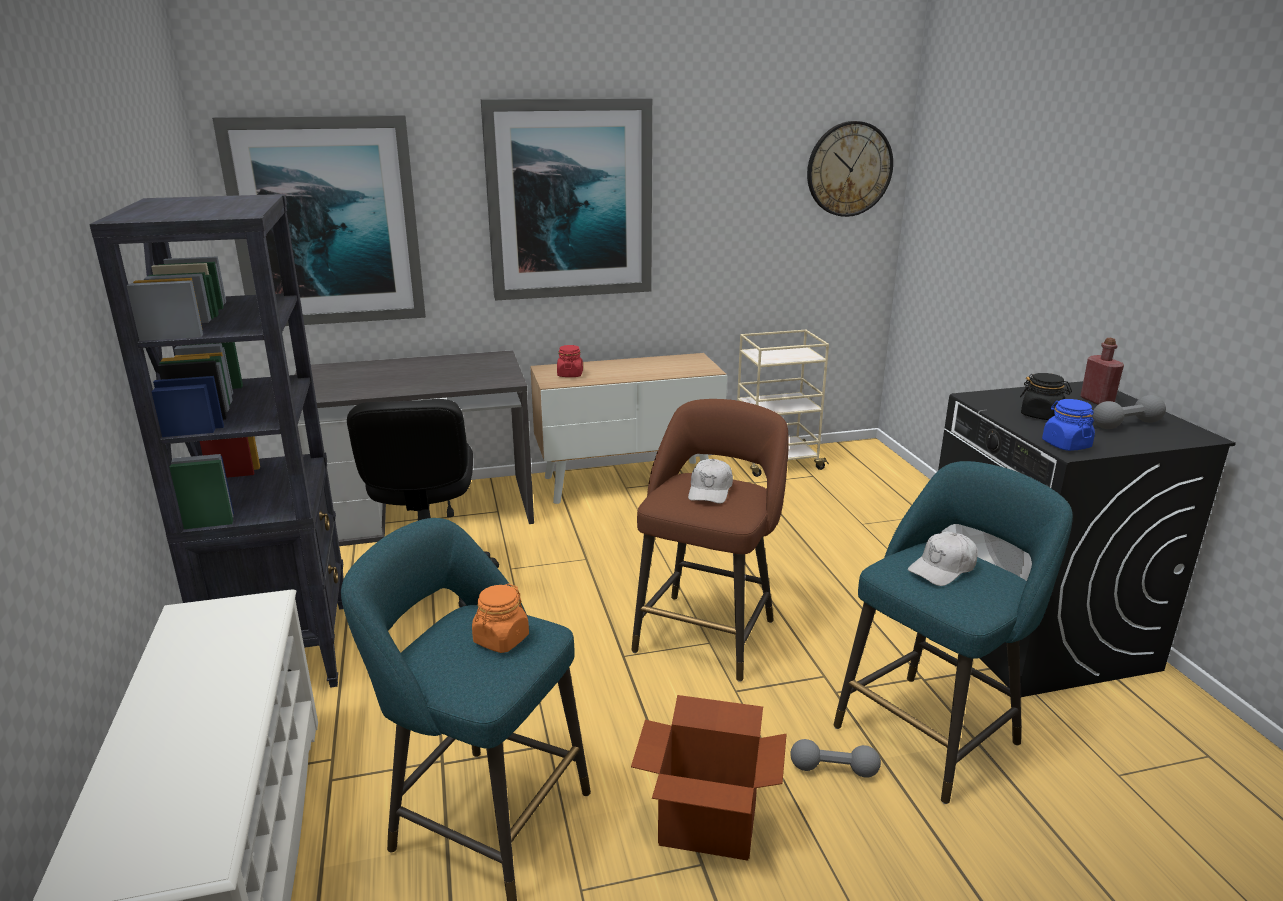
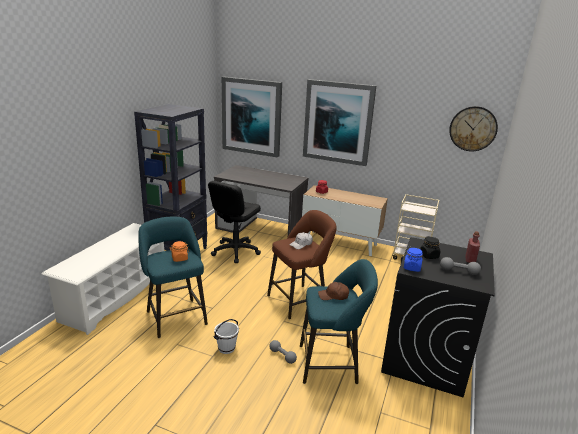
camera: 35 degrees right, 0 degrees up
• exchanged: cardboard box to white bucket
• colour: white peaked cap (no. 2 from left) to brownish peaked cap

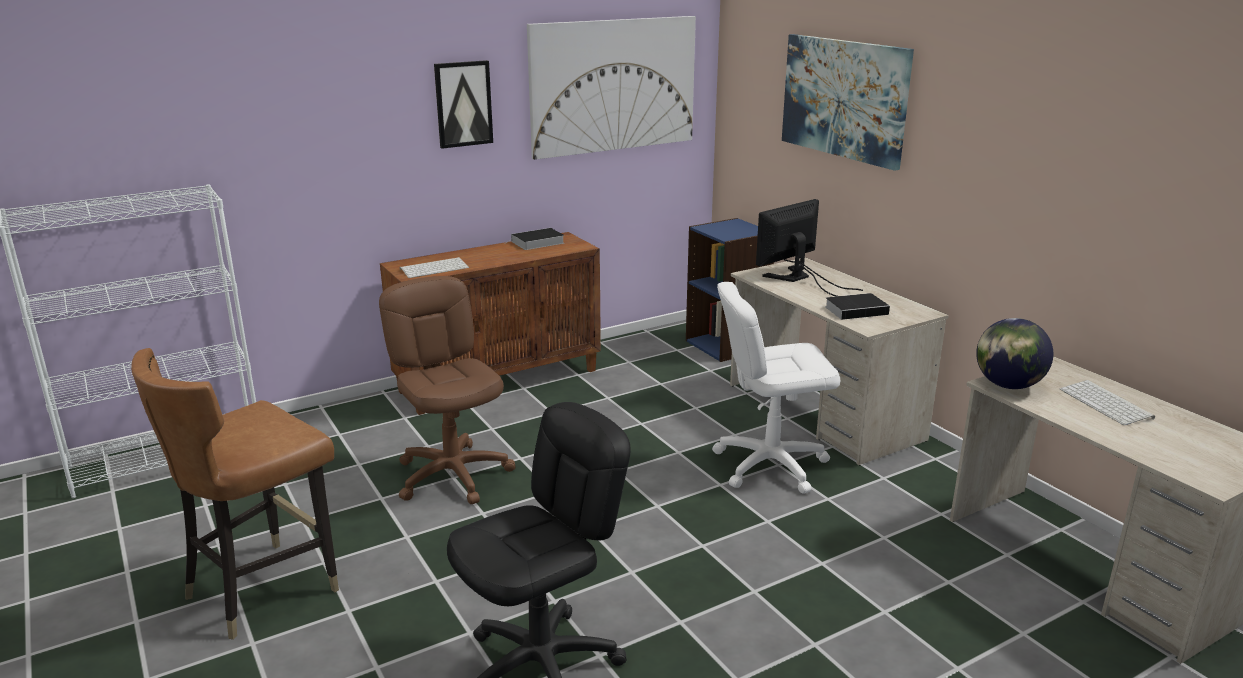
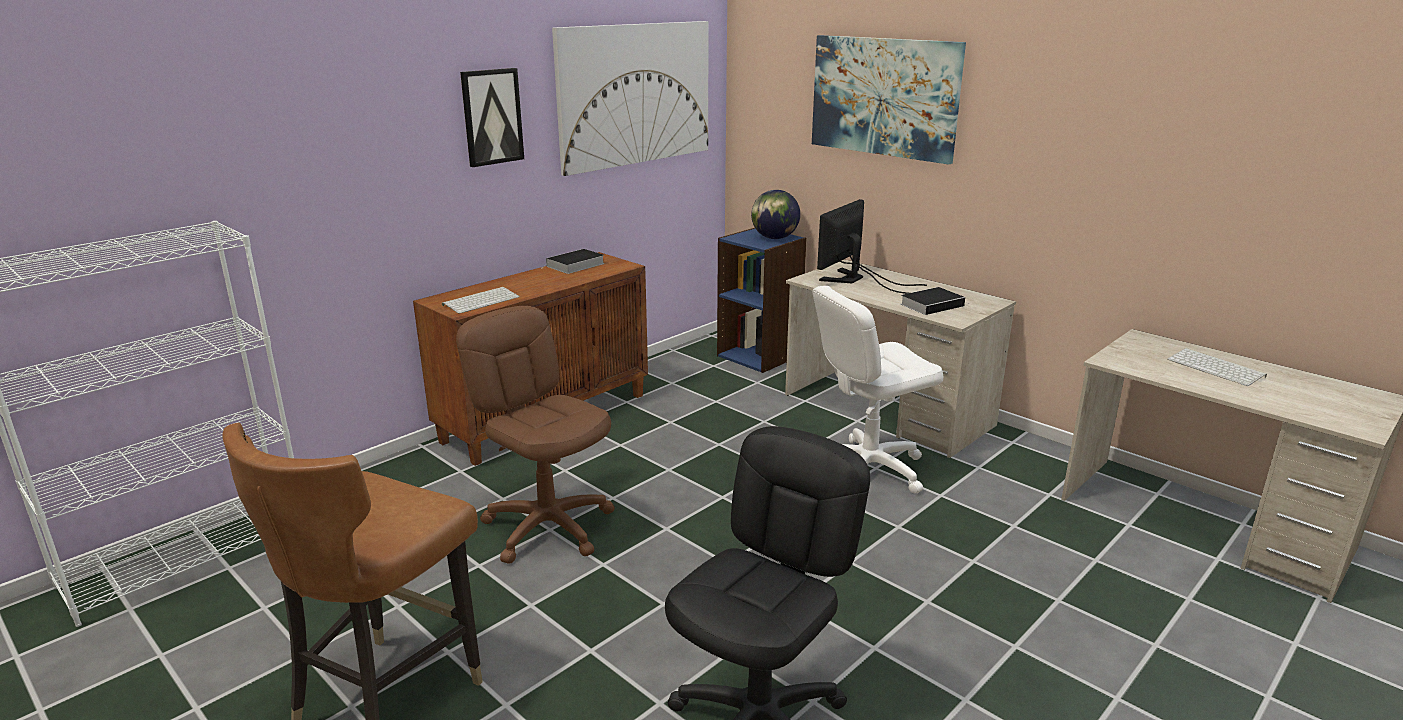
camera: 15 degrees left, 0 degrees up
• relocated: globe

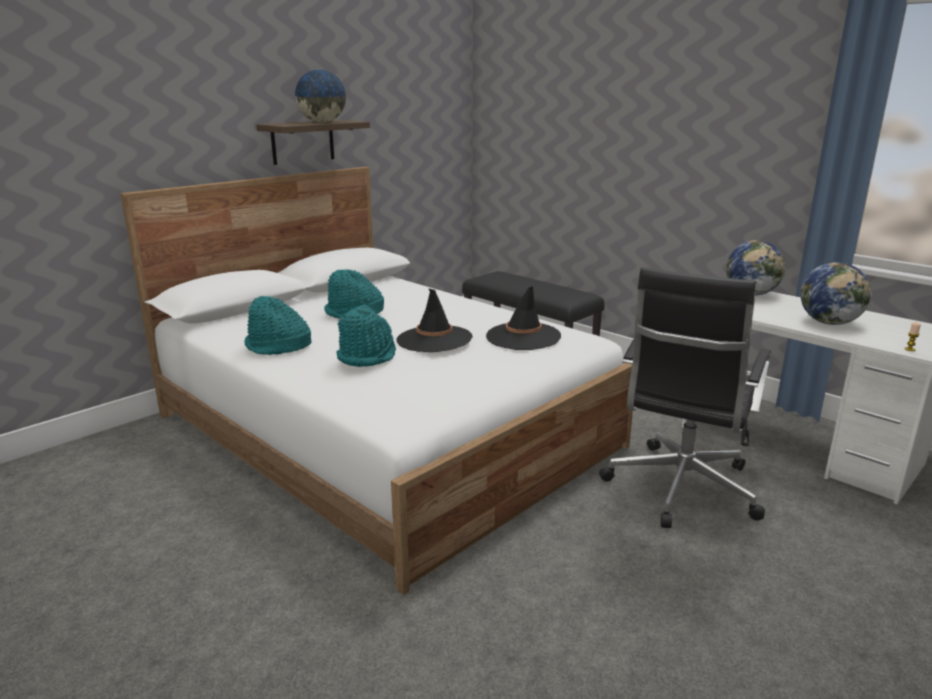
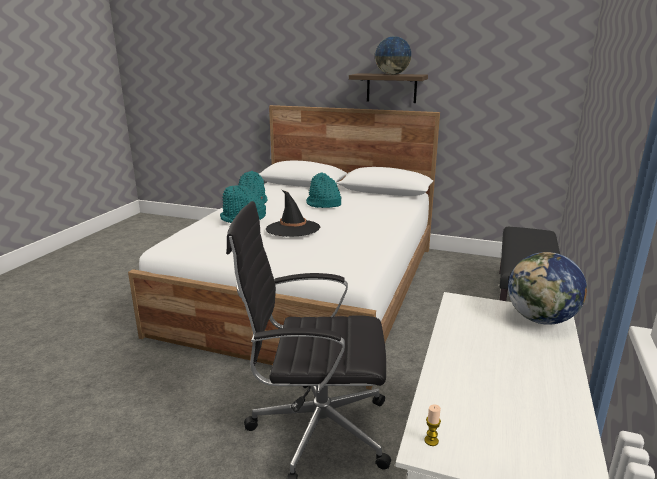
camera: 65 degrees right, 0 degrees up
• missing: black hat (no. 2 from left)
• missing: globe (no. 3 from left)

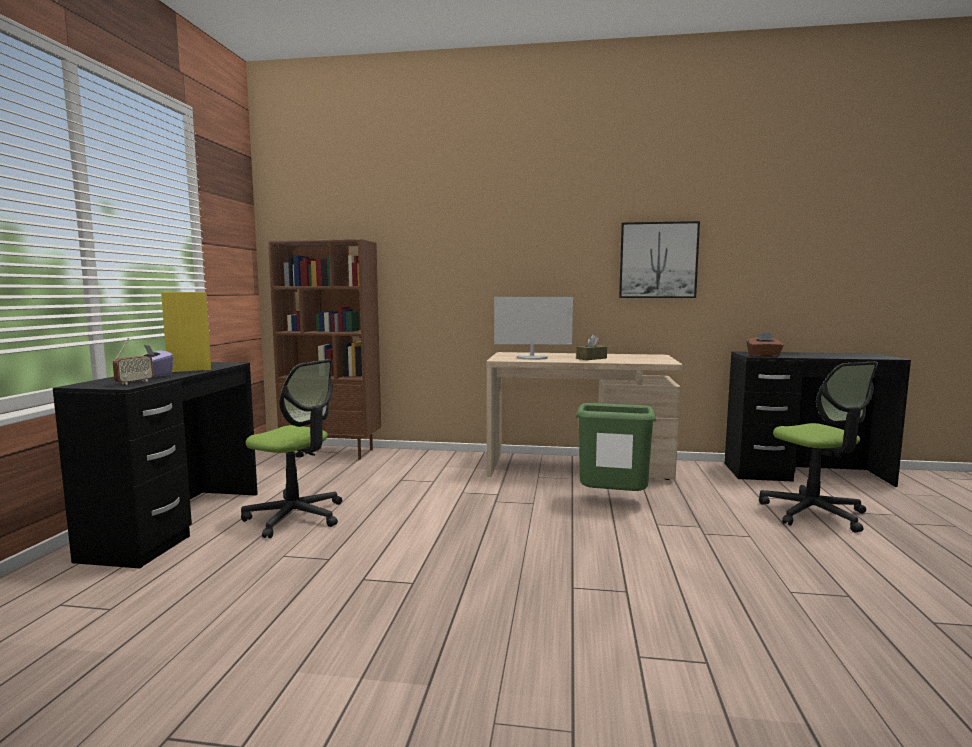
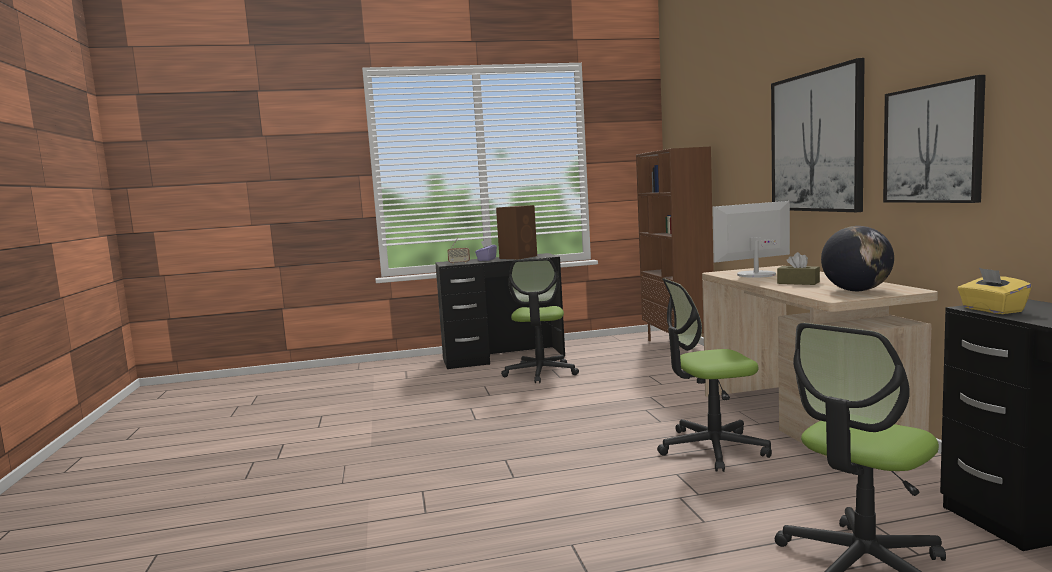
camera: 70 degrees right, 0 degrees up
• colour: yellow audio speaker to brownish audio speaker
• exchanged: green rubbish bin to office chair (no. 2 from left)
• spun: computer display 90 degrees clockwise
• appeared: picture (no. 1 from left)
• appeared: globe
• colour: brownish tissue box (no. 2 from left) to yellow tissue box

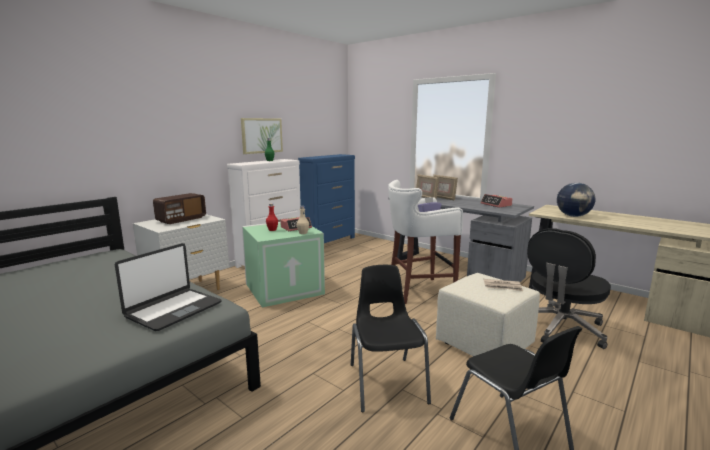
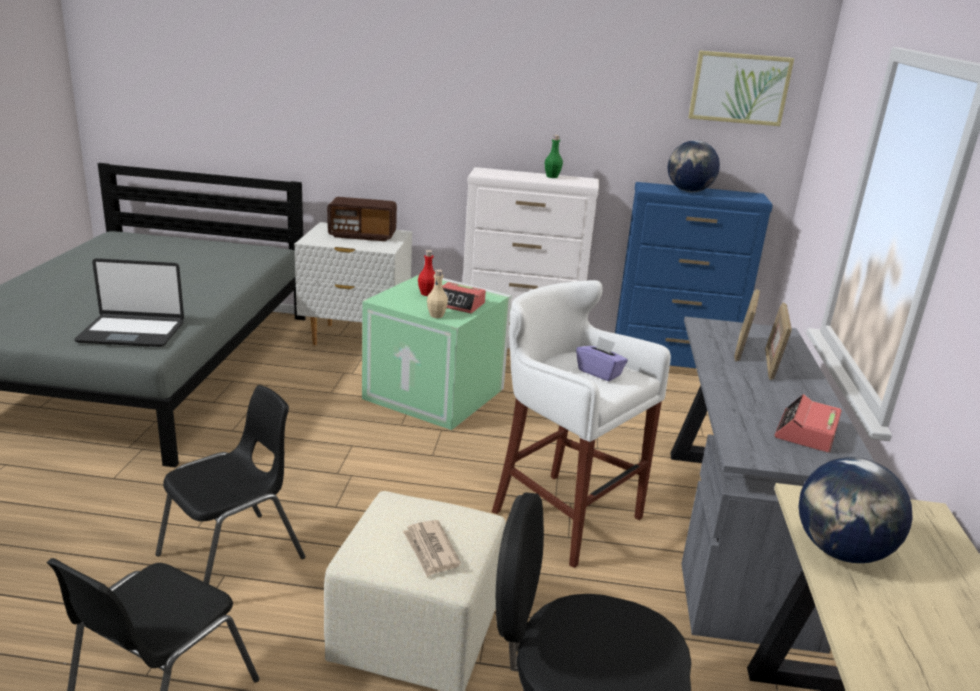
camera: 55 degrees right, 10 degrees up
• appeared: globe (no. 1 from left)
• relocated: picture

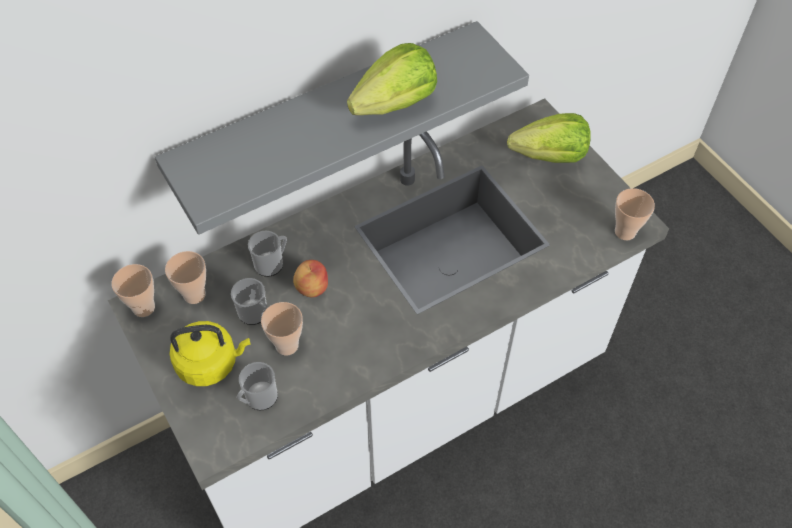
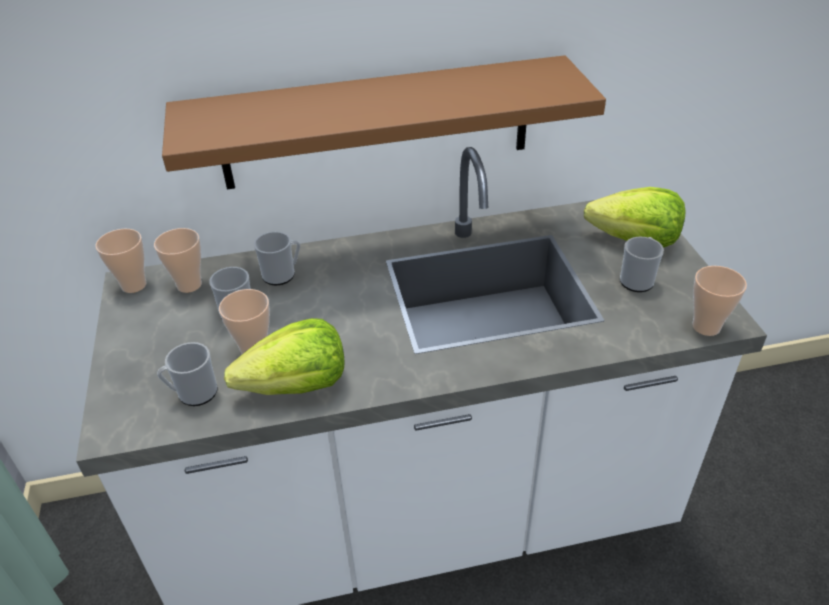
camera: 20 degrees right, 15 degrees down
• colour: grey wall shelf to brownish wall shelf
• relocated: lettuce (no. 1 from left)
• appeared: mug (no. 4 from left)
• missing: yellow kettle
• missing: apple

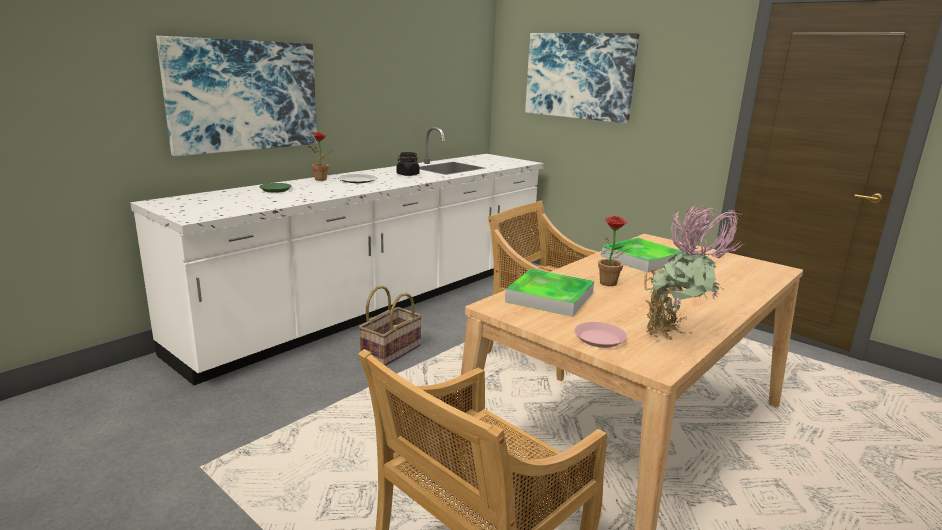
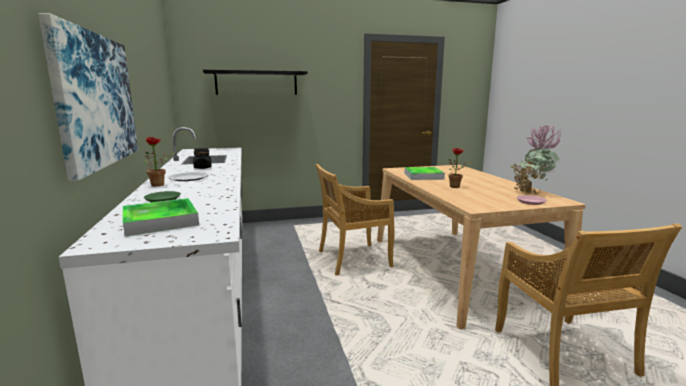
camera: 55 degrees left, 5 degrees down
• relocated: tray (no. 1 from left)
• exchanged: picture (no. 2 from left) to black wall shelf
• missing: storage basket

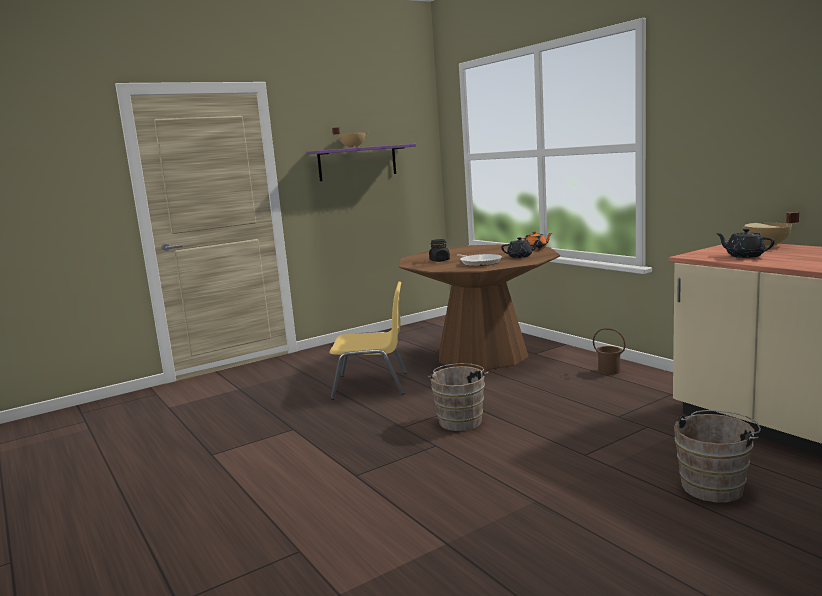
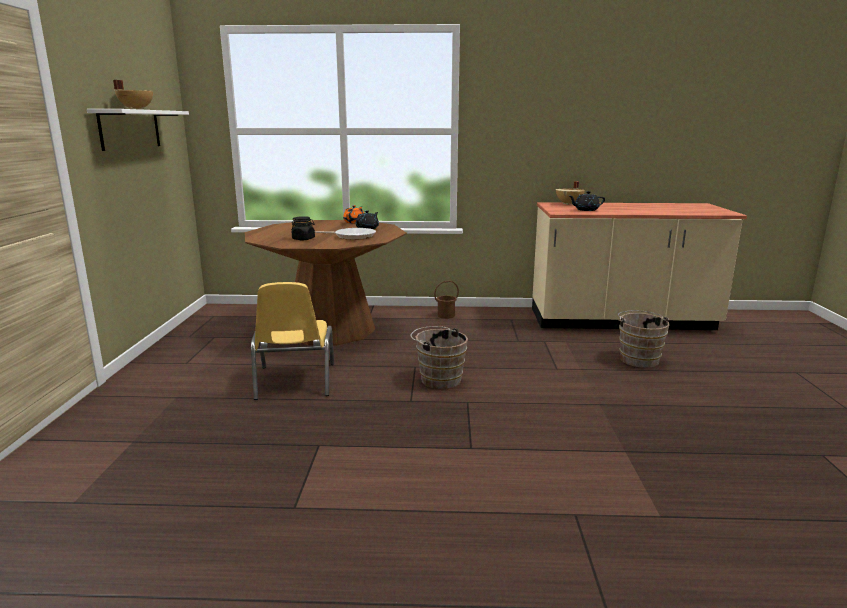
camera: 55 degrees left, 5 degrees up
• colour: purple-coloured wall shelf to white wall shelf
• spun: yellow plain chair 135 degrees clockwise

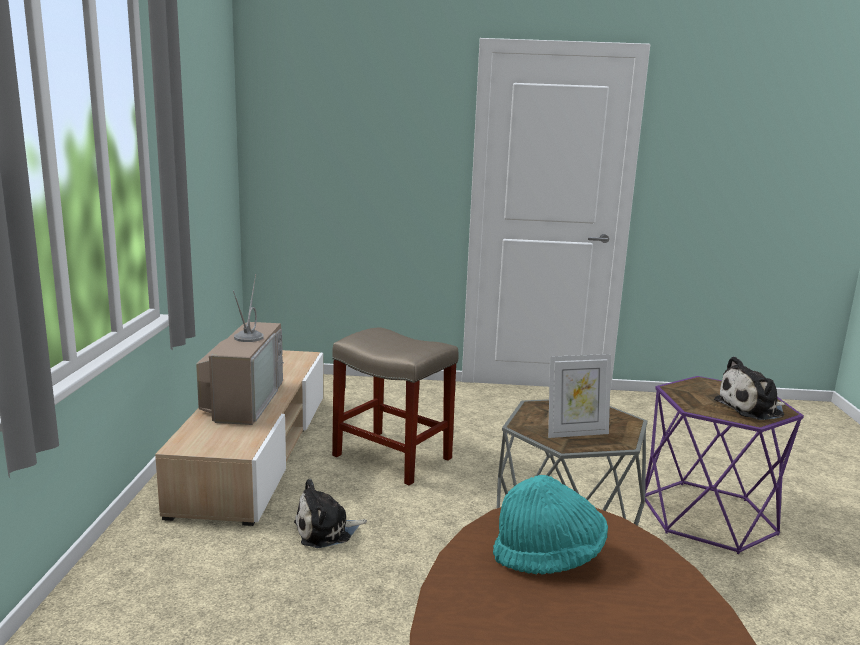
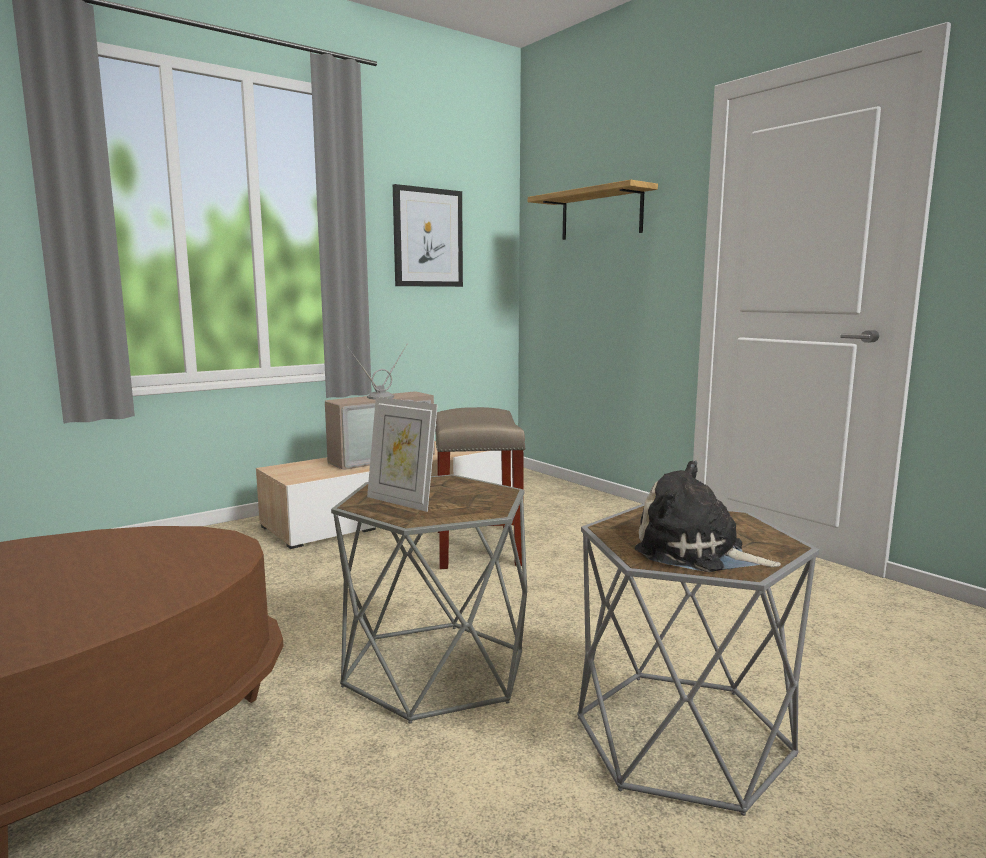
camera: 50 degrees right, 5 degrees down
• appeared: picture
• appeared: wall shelf
• colour: purple-coloured end table to grey end table (no. 2 from left)
• missing: cuddly toy (no. 1 from left)
• missing: turquoise-coloured hat

